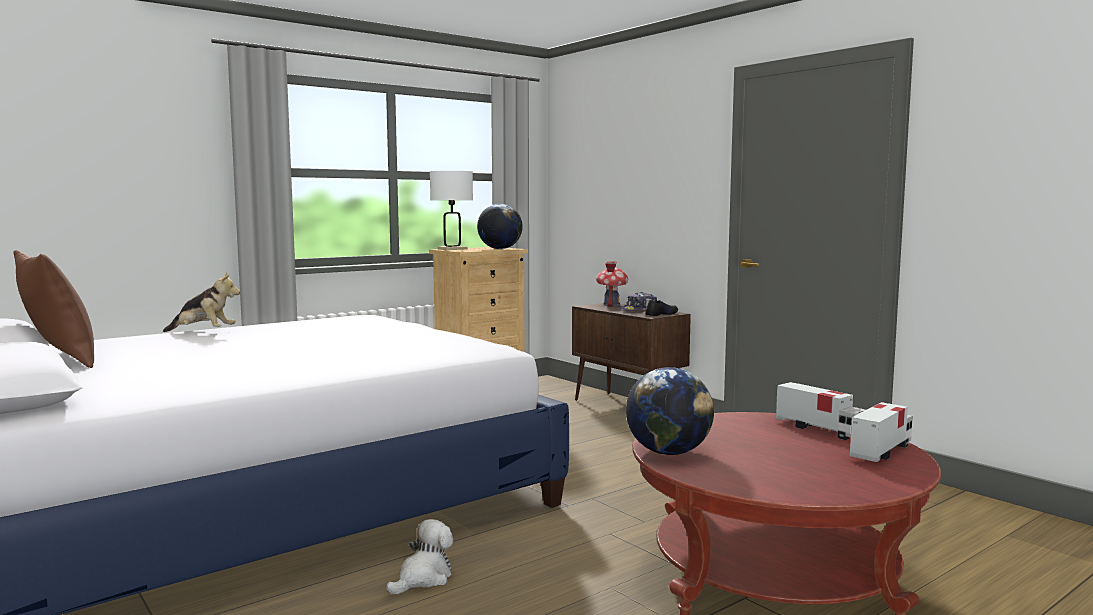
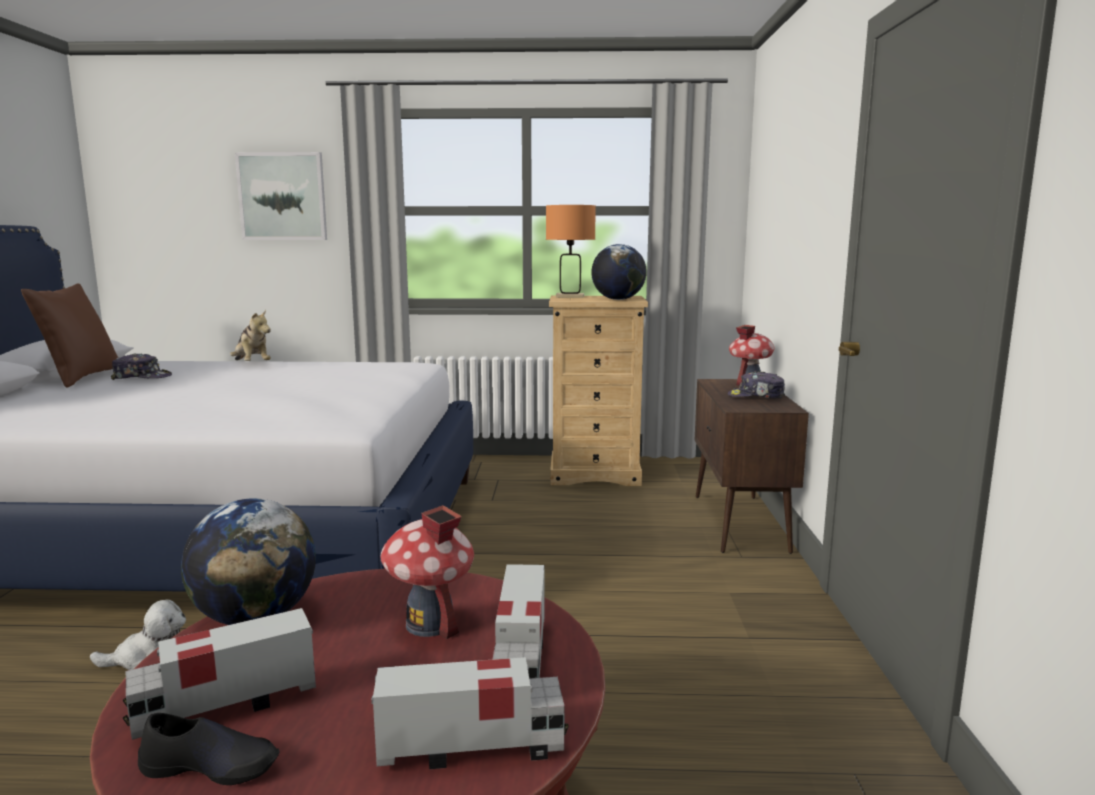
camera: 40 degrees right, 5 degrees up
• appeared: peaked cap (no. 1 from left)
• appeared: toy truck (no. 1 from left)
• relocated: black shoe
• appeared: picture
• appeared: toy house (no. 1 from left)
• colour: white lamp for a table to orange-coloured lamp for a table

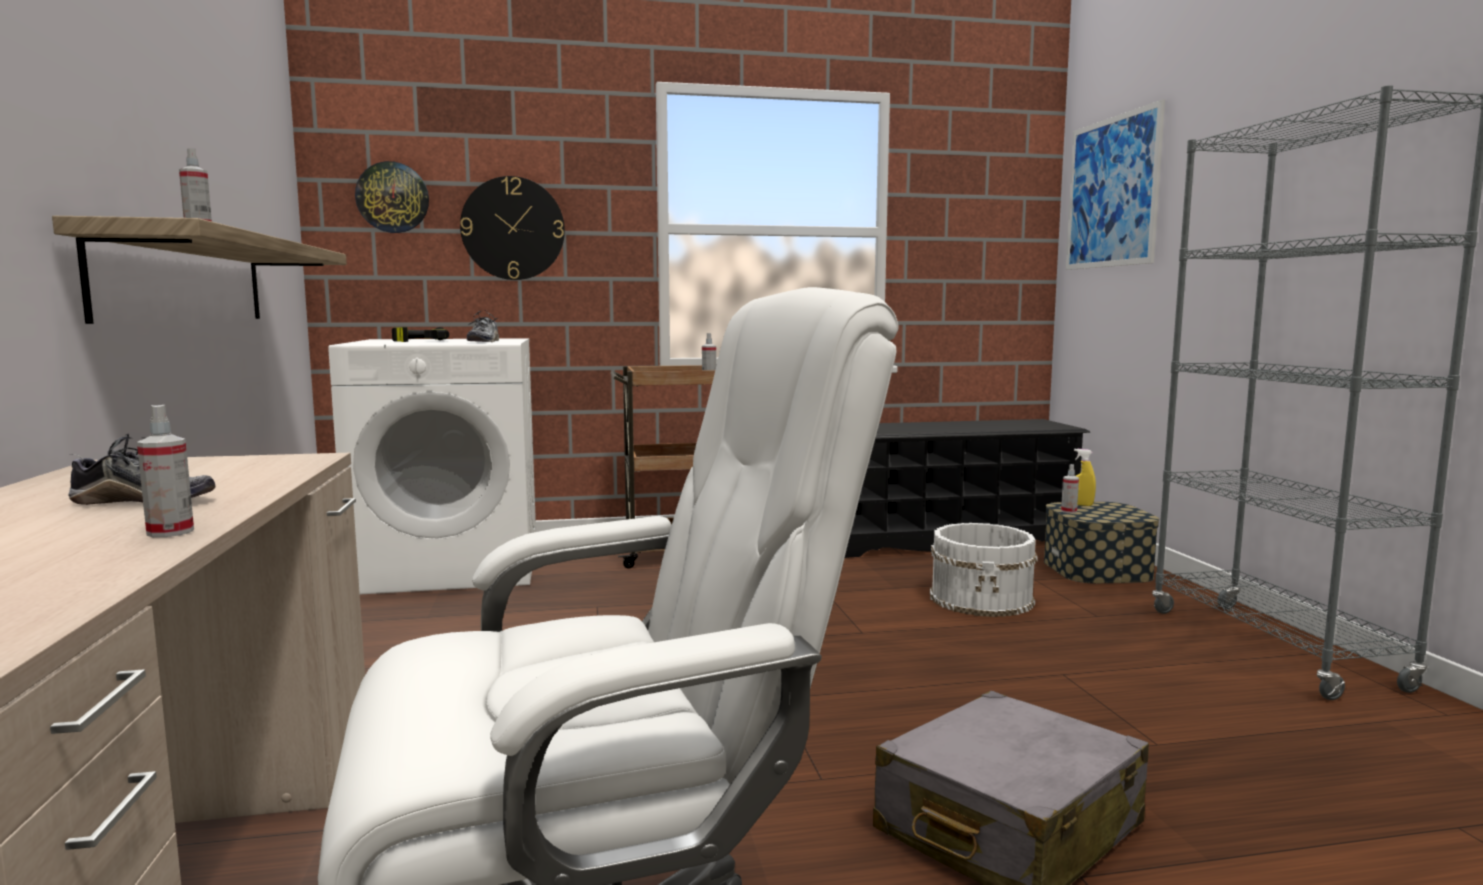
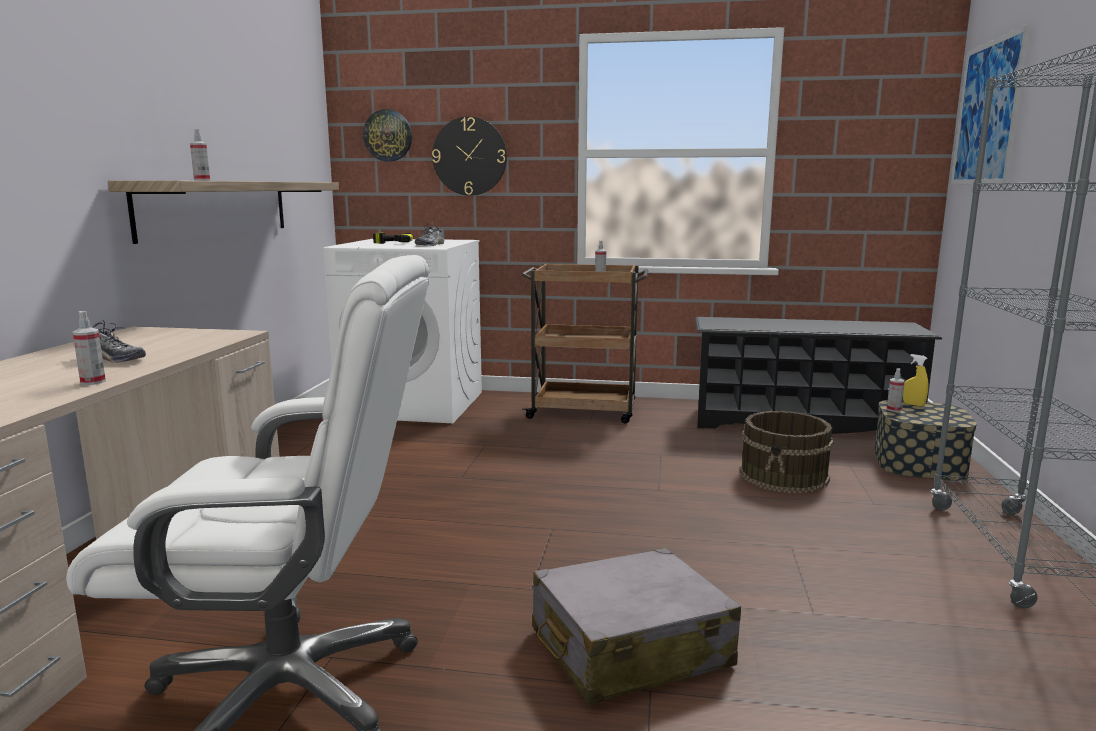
camera: 20 degrees right, 5 degrees up
• colour: white bucket to brownish bucket

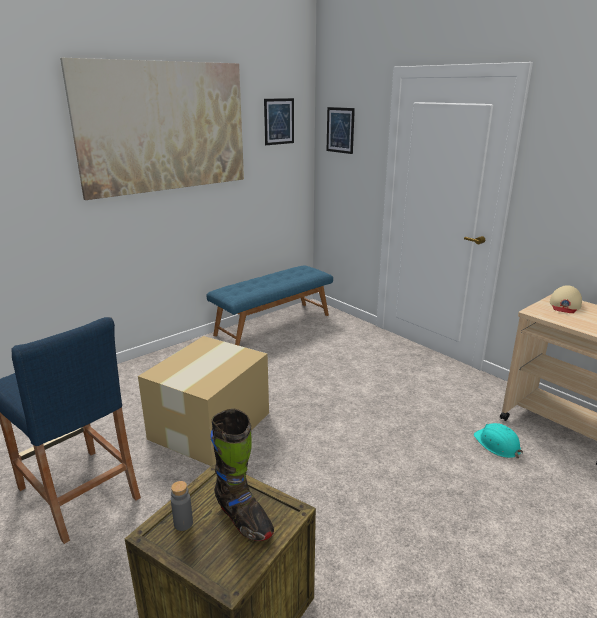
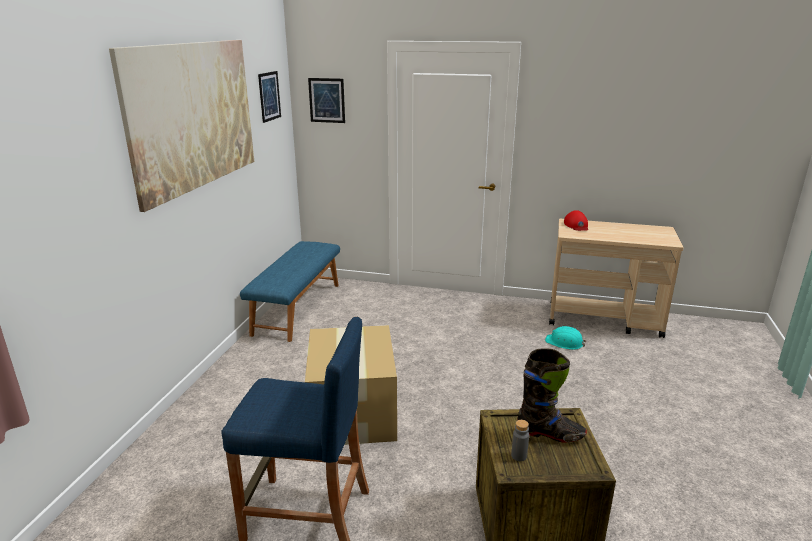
camera: 35 degrees left, 0 degrees up
• colour: beige peaked cap to red peaked cap

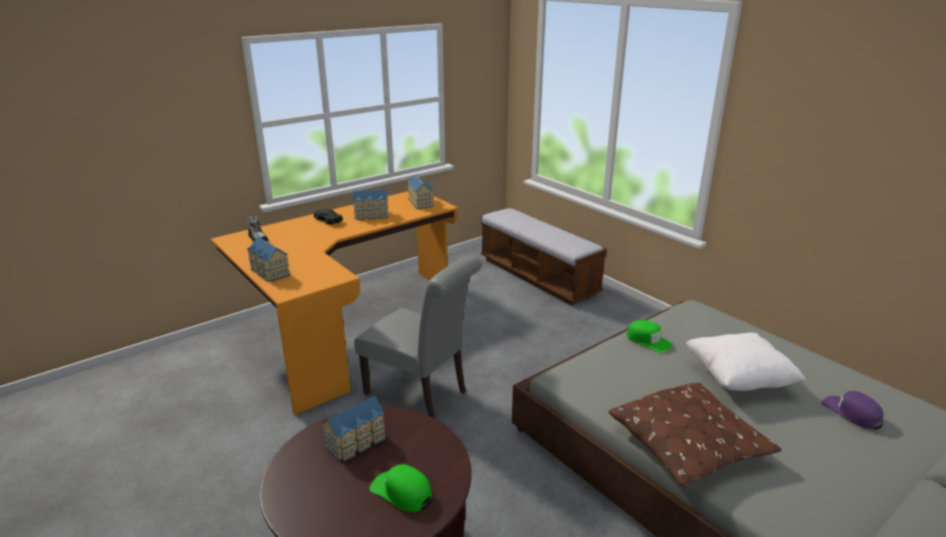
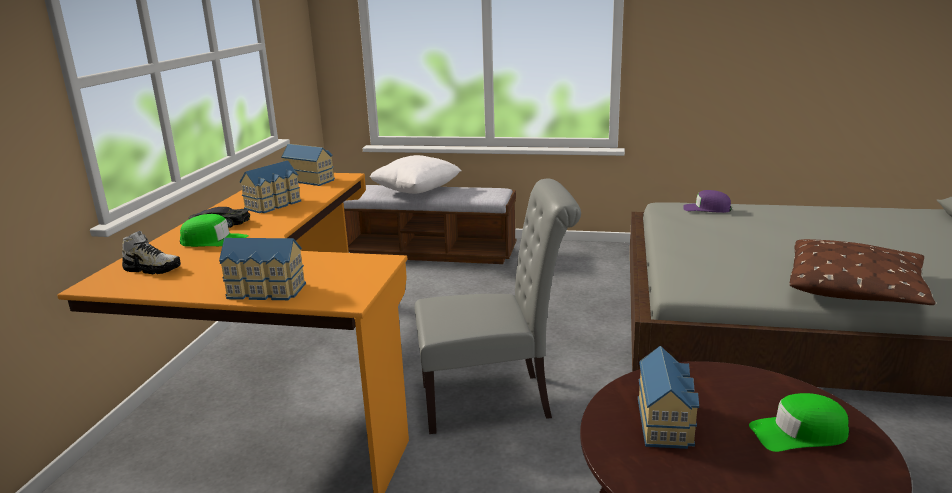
camera: 40 degrees left, 5 degrees down
• relocated: green peaked cap (no. 2 from left in the first image) to green peaked cap (no. 1 from left)
• relocated: white cushion
• relocated: purple-coloured peaked cap

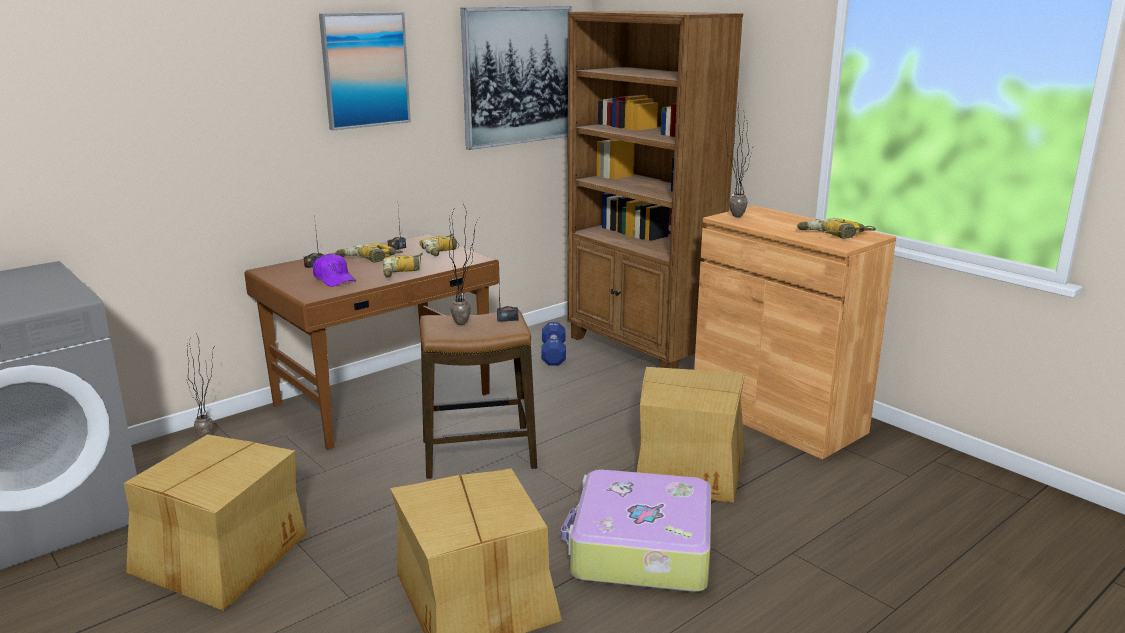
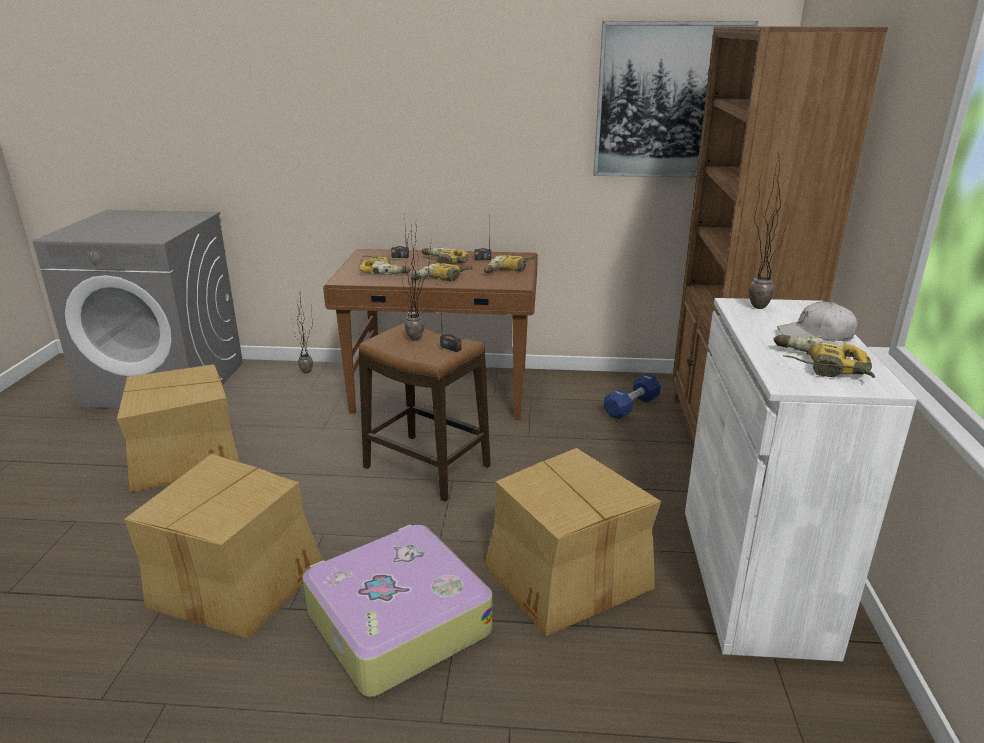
camera: 45 degrees right, 5 degrees up
• exchanged: purple-coloured peaked cap to drill (no. 1 from left)
• colour: brownish storage cabinet to white storage cabinet
• appeared: white peaked cap
• missing: picture (no. 1 from left)

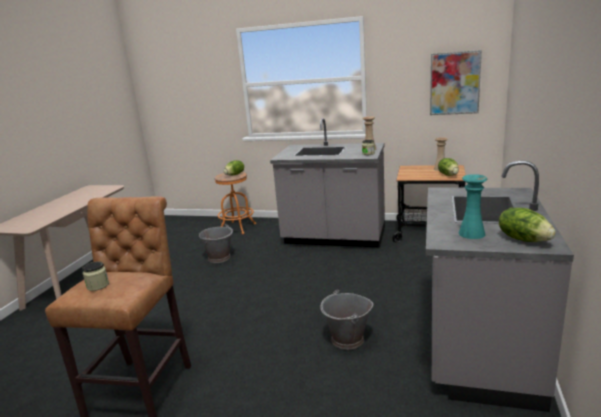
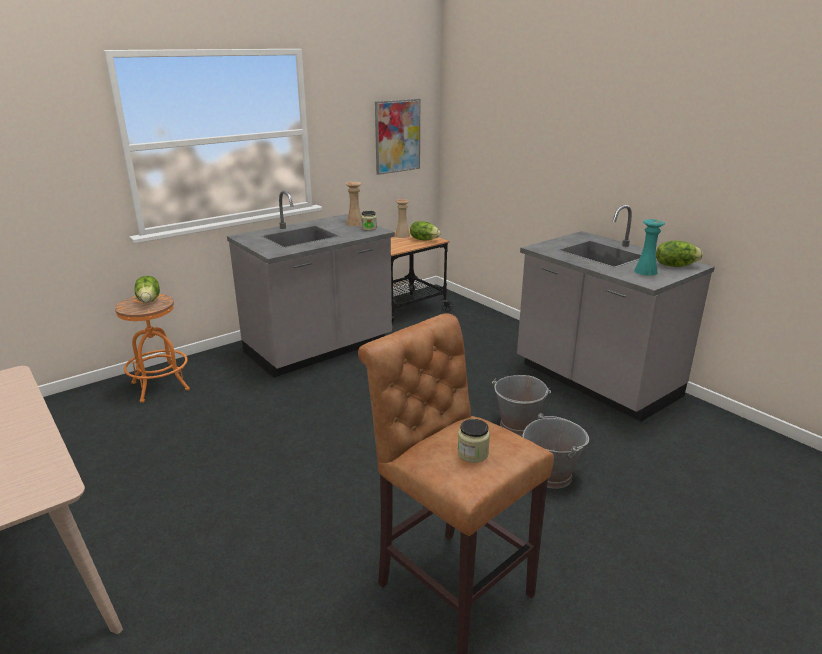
camera: 55 degrees left, 5 degrees up
• relocated: grey bucket (no. 1 from left in the first image) to grey bucket (no. 2 from left)

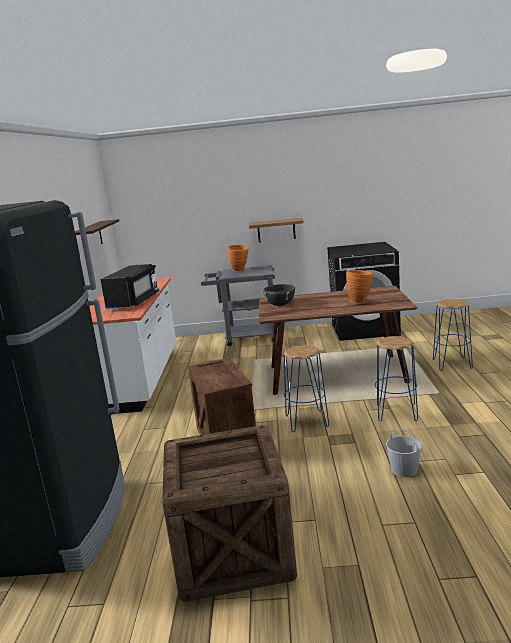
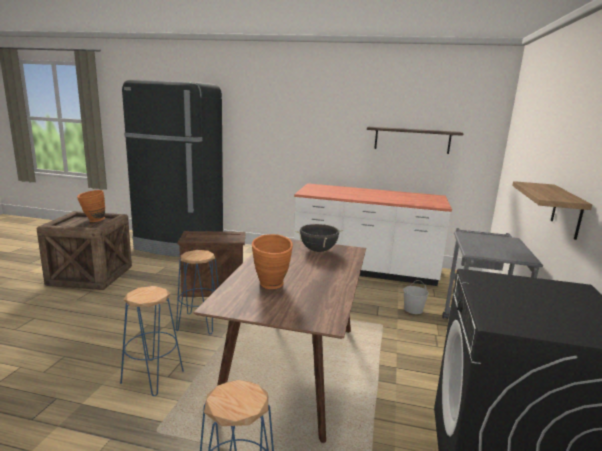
camera: 100 degrees right, 0 degrees up
• relocated: orange-coloured decorative vase (no. 1 from left)
• relocated: white bucket
• missing: black microwave oven

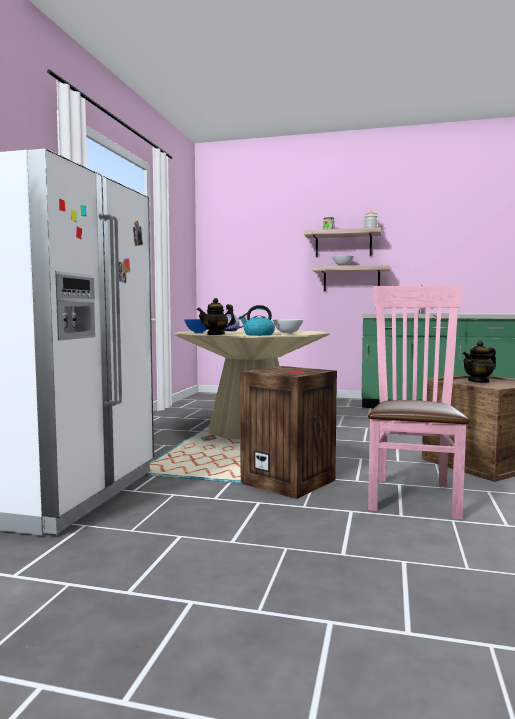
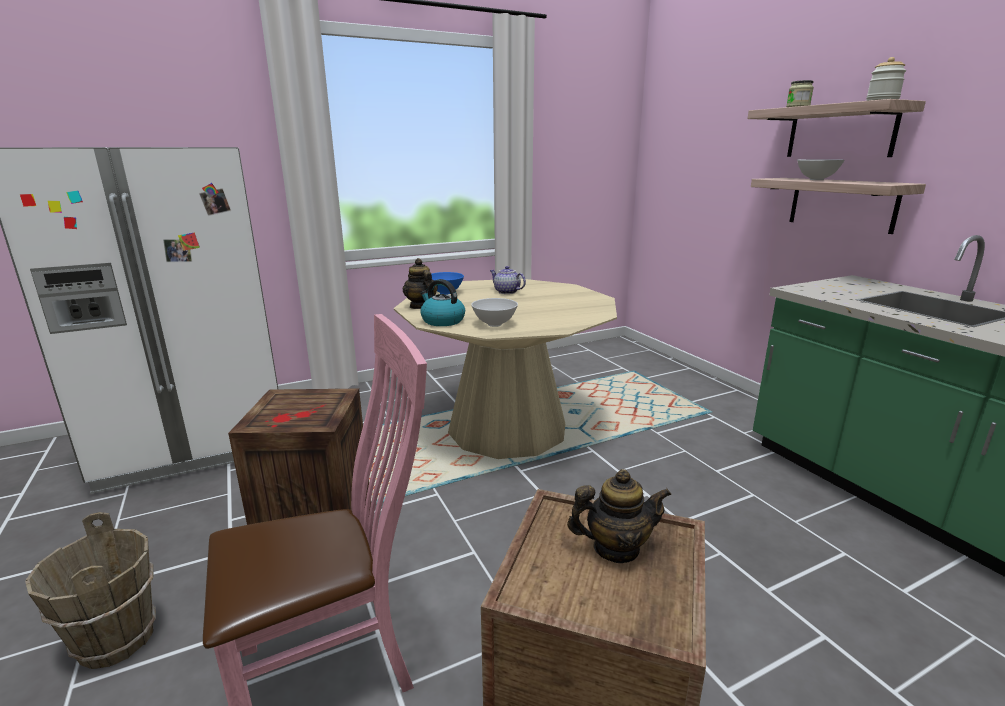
camera: 50 degrees right, 15 degrees up
• appeared: brownish bucket
• spun: teapot (no. 3 from left) 150 degrees clockwise

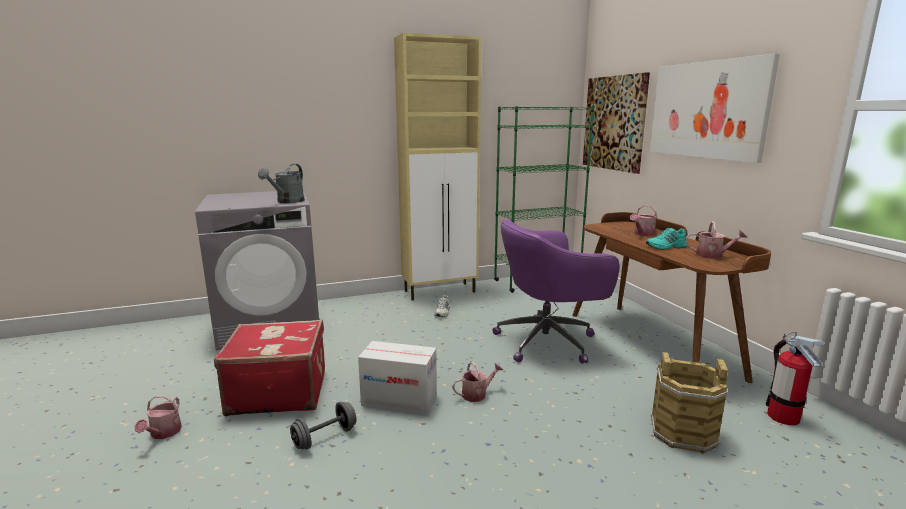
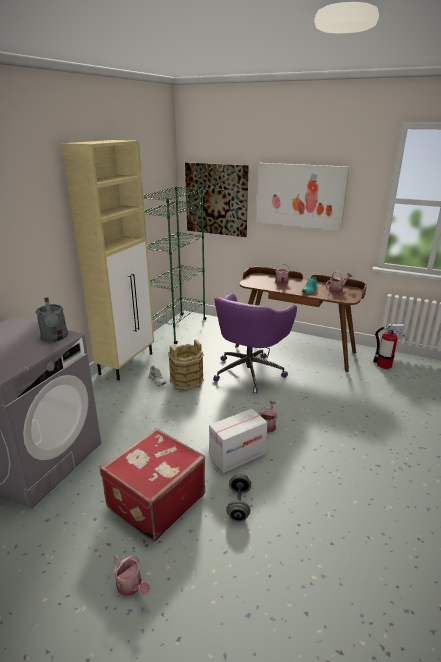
camera: 45 degrees left, 10 degrees up
• relocated: brownish bucket

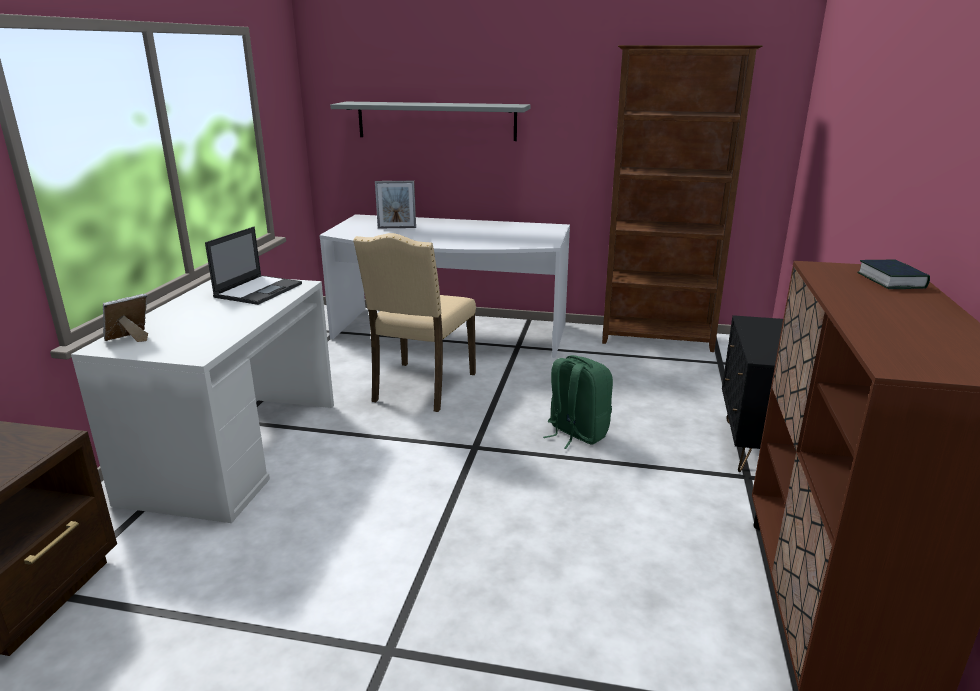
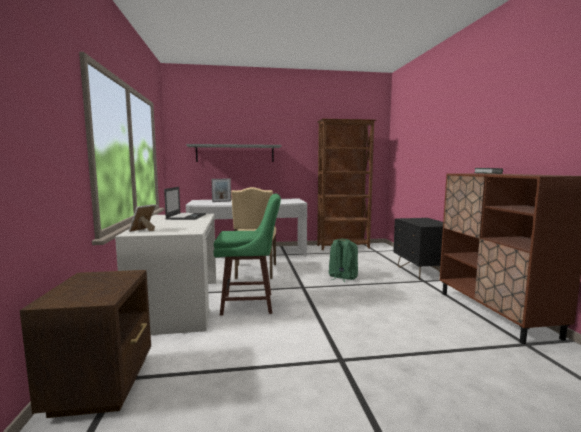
camera: 20 degrees left, 15 degrees down
• appeared: green stool

